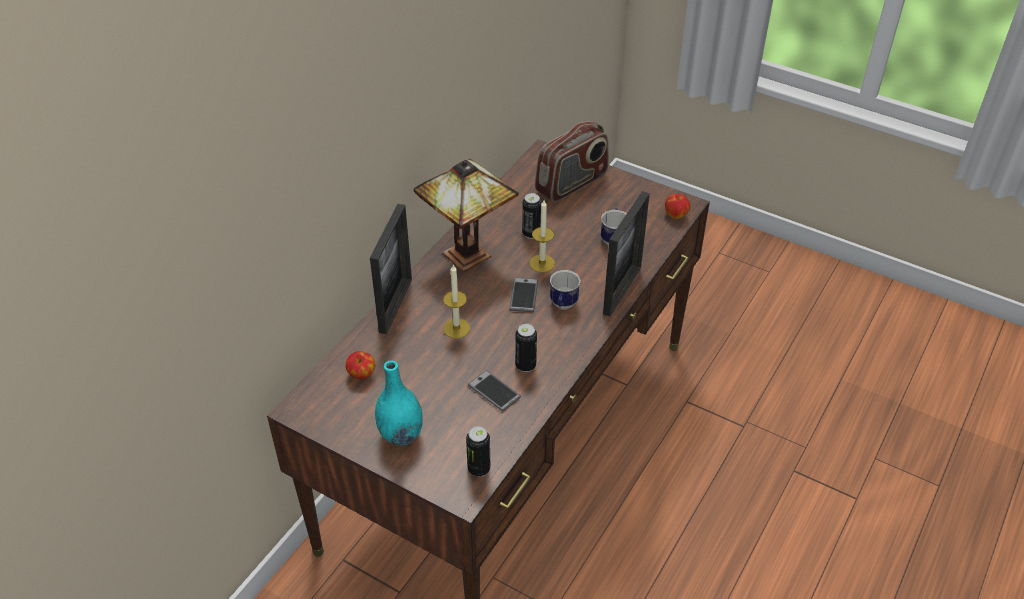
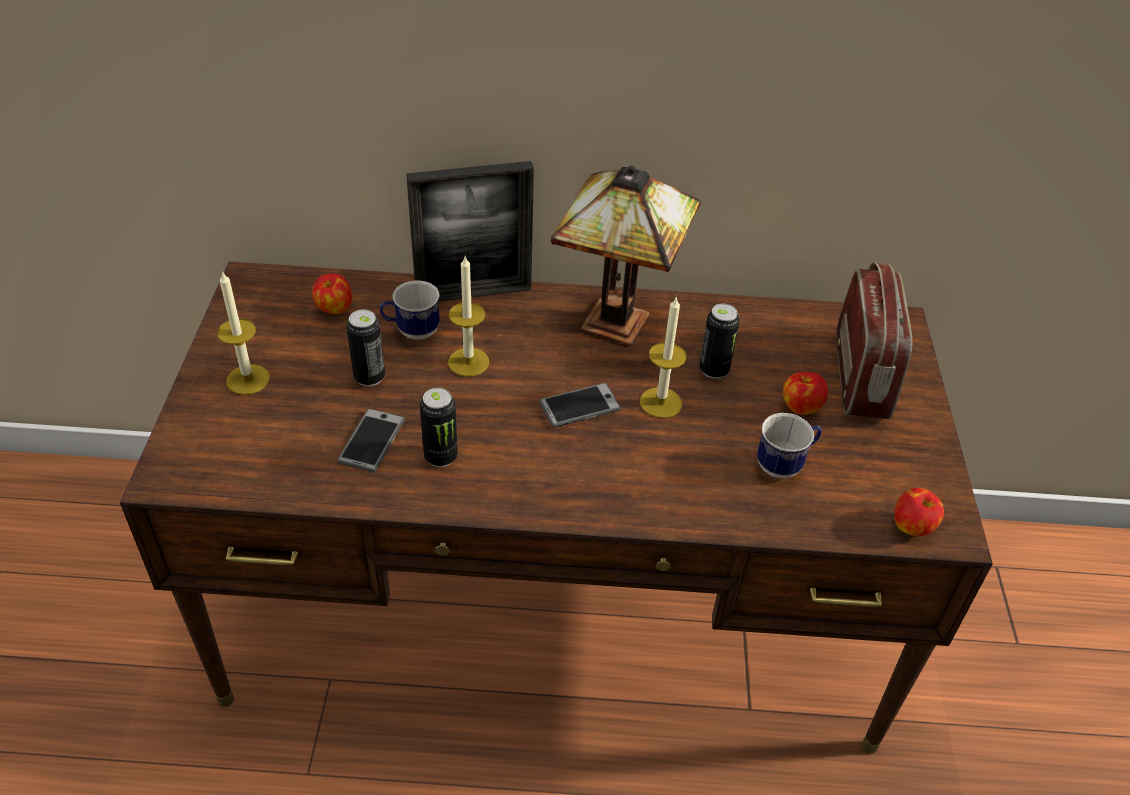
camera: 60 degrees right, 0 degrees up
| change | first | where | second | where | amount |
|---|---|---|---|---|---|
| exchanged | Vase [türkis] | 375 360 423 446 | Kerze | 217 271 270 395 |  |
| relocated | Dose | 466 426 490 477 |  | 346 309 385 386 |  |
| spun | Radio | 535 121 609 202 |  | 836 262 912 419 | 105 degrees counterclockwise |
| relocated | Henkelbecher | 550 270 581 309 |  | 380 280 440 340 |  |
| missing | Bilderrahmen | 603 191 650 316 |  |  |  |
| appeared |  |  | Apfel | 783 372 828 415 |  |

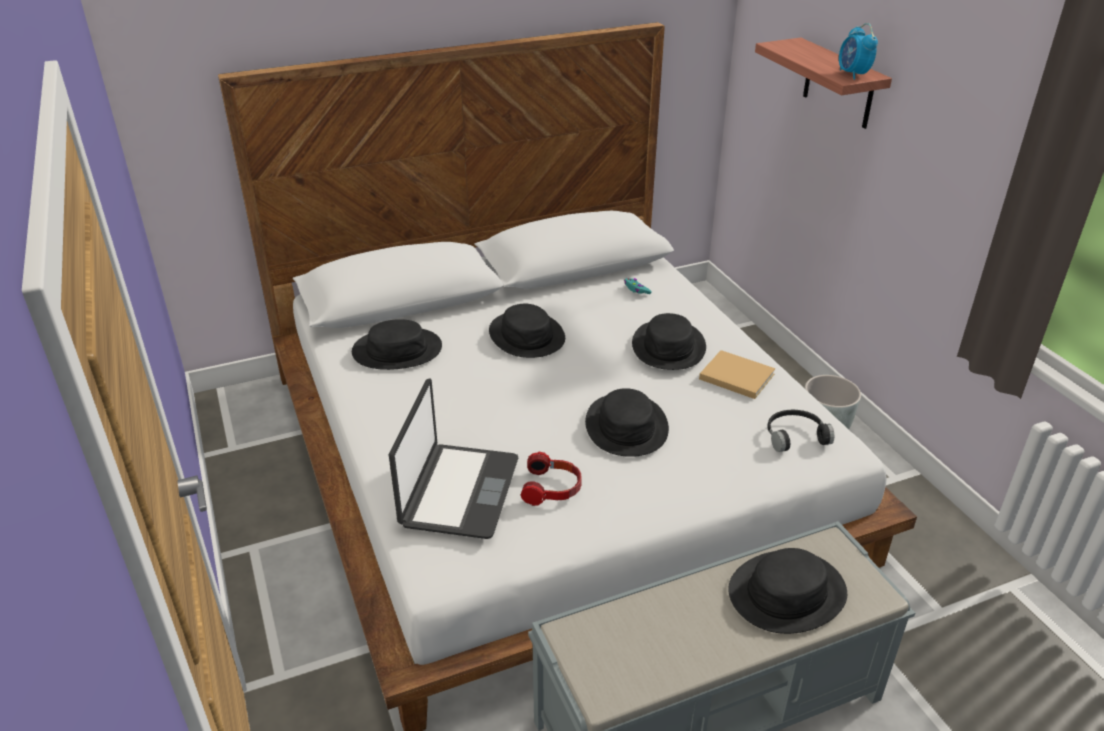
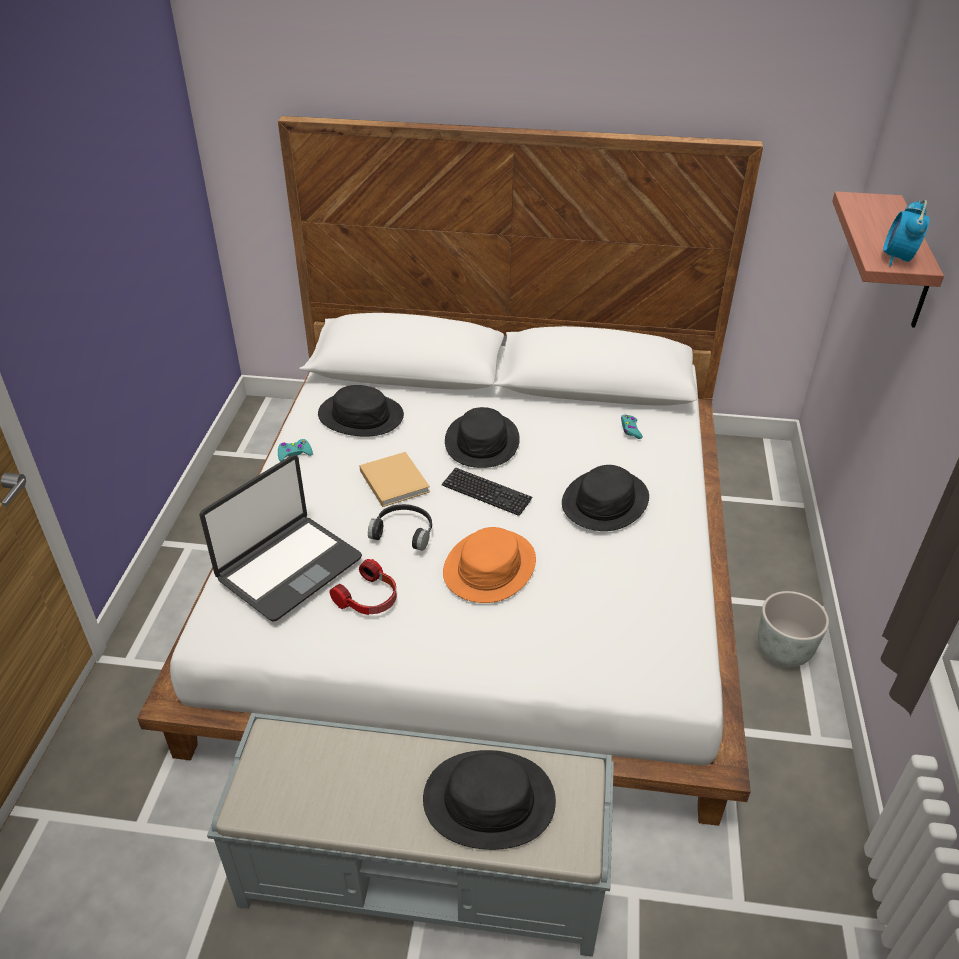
camera: 30 degrees right, 5 degrees up
| change | first | where | second | where | amount |
|---|---|---|---|---|---|
| colour | Hut [schwarz] | 585 388 669 457 | Hut [orange] | 443 527 536 603 |  |
| relocated | Buch [beige] | 699 350 775 399 |  | 359 452 430 507 |  |
| relocated | Kopfhörer [schwarz] | 767 410 834 452 |  | 368 504 432 551 |  |
| appeared |  |  | Gamepad [türkis] | 278 439 313 461 |  |
| appeared |  |  | Tastatur | 442 468 533 516 |  |

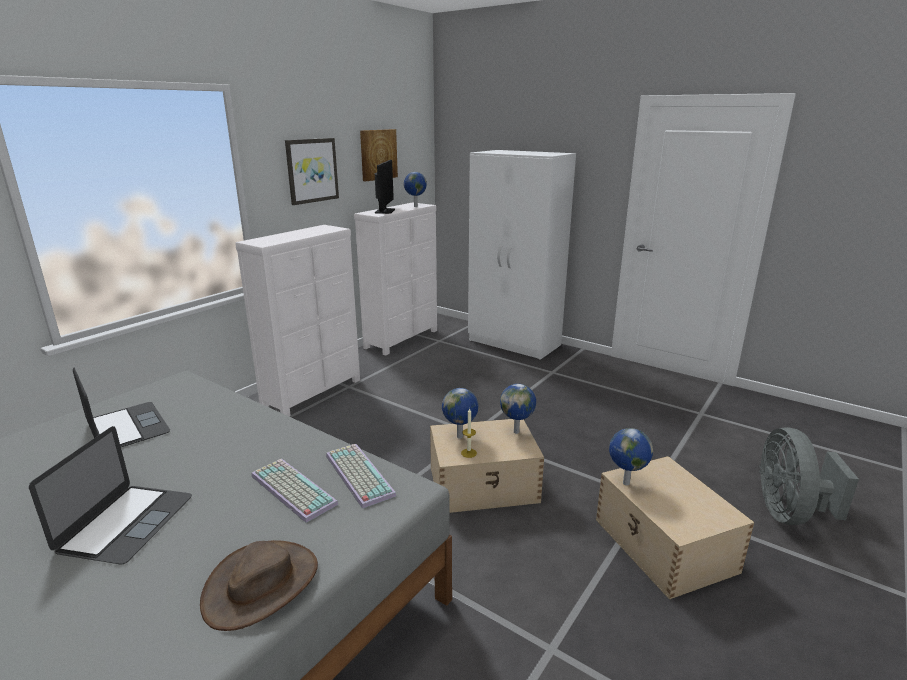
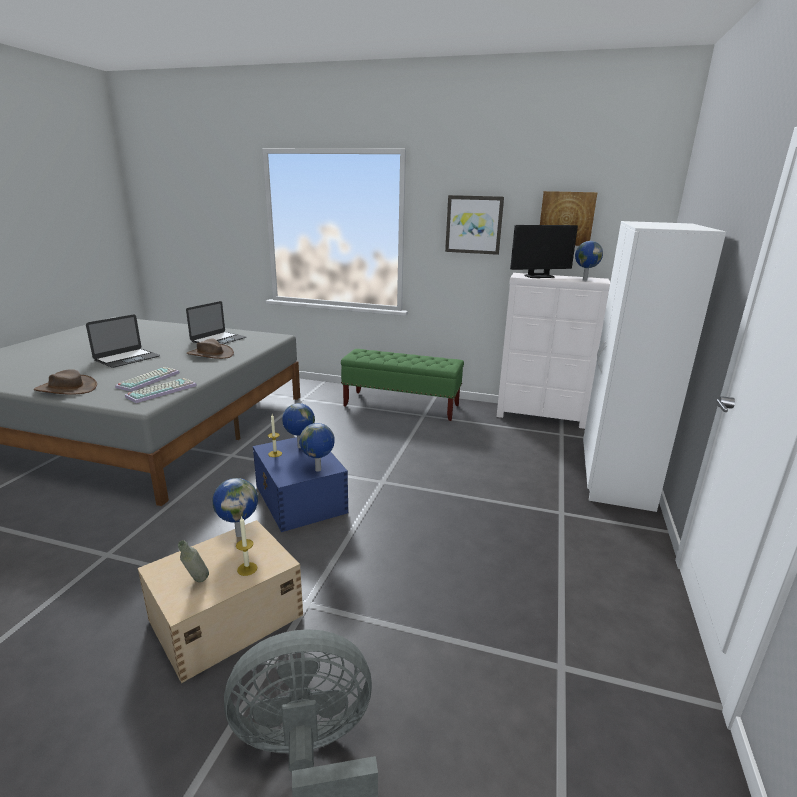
camera: 70 degrees right, 0 degrees up
| change | first | where | second | where | amount |
|---|---|---|---|---|---|
| spun | Laptop | 29 426 192 564 |  | 86 314 160 368 | 45 degrees counterclockwise |
| exchanged | Kommode [weiß] | 235 225 360 416 | Bank [grün] | 341 349 464 421 |  |
| colour | Aufbewahrungsbox [beige] | 430 419 544 513 | Aufbewahrungsbox [blau] | 253 437 348 532 |  |
| appeared |  |  | Flasche [grau] | 178 540 209 582 |  |
| appeared |  |  | Hut [braun] | 187 338 234 359 |  |
| appeared |  |  | Kerze | 236 516 257 576 |  |

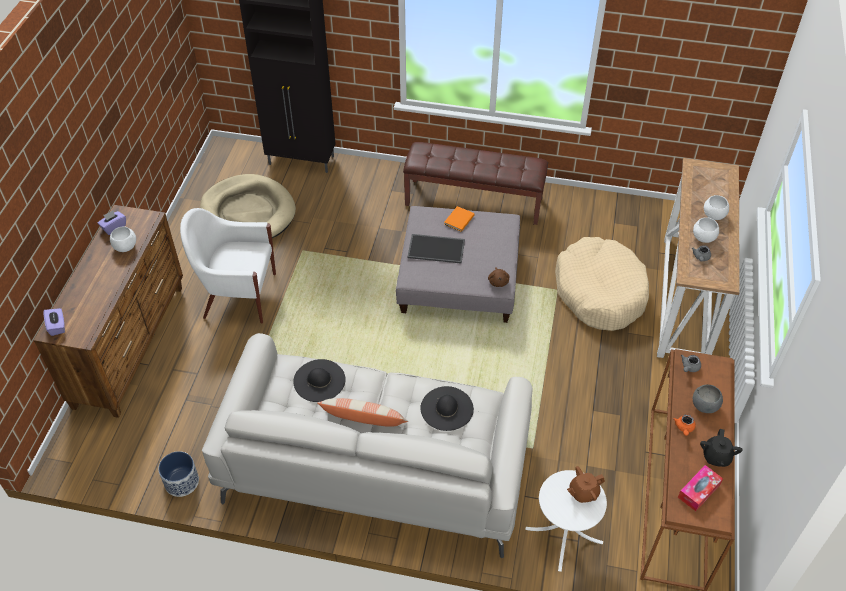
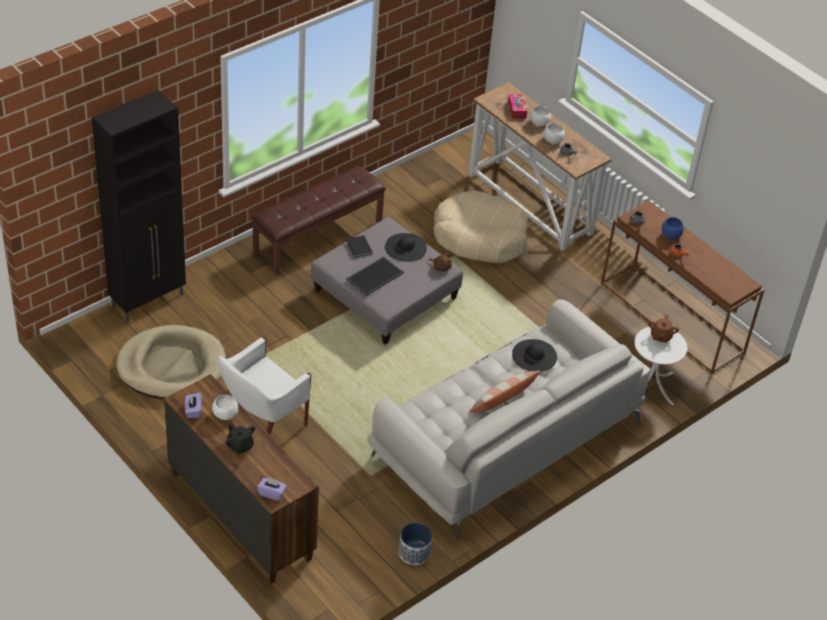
camera: 55 degrees left, 5 degrees down
| change | first | where | second | where | amount |
|---|---|---|---|---|---|
| relocated | Hut [schwarz] | 293 359 346 402 |  | 385 233 427 262 |  |
| colour | Buch [orange] | 444 206 474 232 | Buch [schwarz] | 346 235 373 258 |  |
| relocated | Taschentuchbox | 678 465 723 511 |  | 508 94 527 119 |  |
| colour | Schüssel [grau] | 693 385 723 413 | Schüssel [blau] | 662 217 684 239 |  |
| relocated | Teekanne [schwarz] | 700 429 743 467 |  | 225 422 255 454 |  |

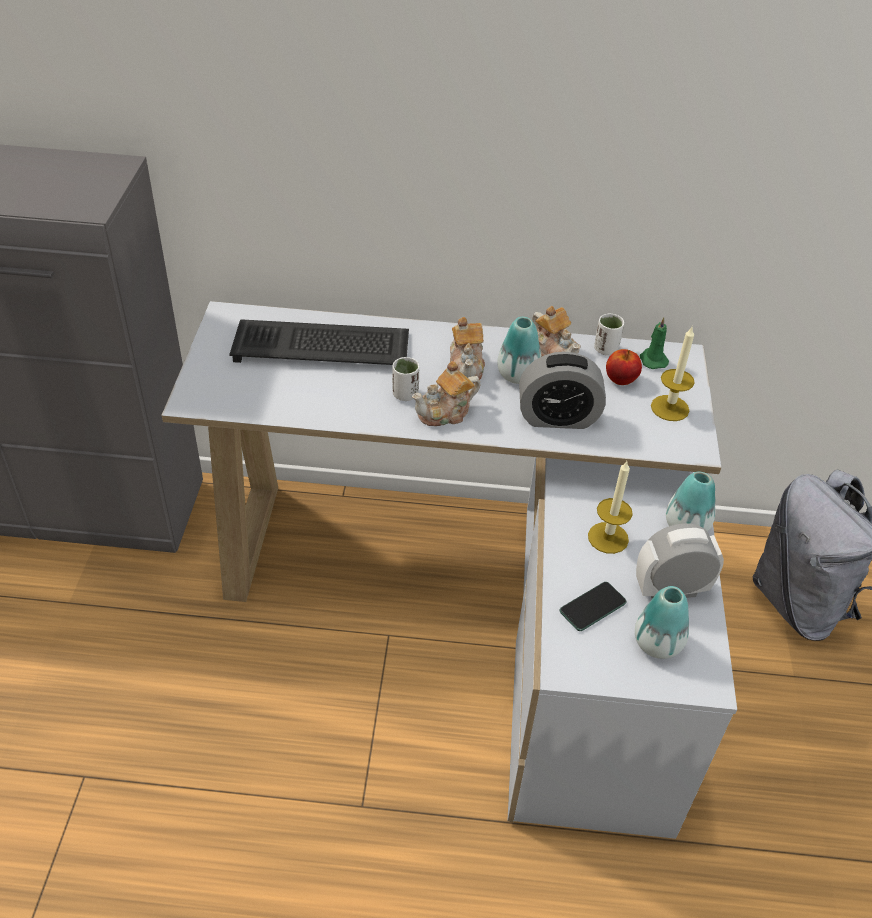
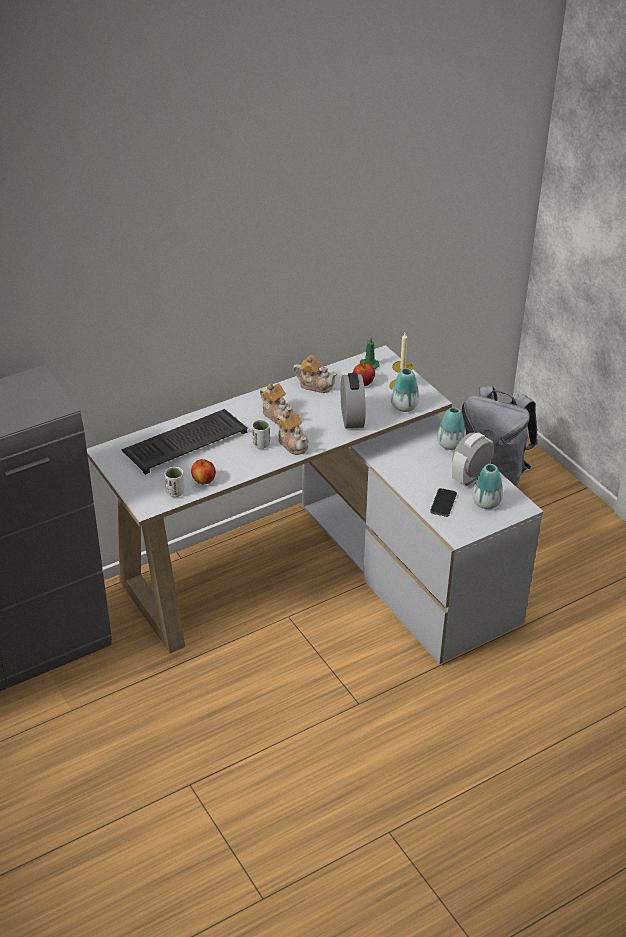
camera: 35 degrees left, 5 degrees down
| change | first | where | second | where | amount |
|---|---|---|---|---|---|
| spun | Teekanne | 412 361 481 426 |  | 277 411 309 455 | 60 degrees counterclockwise |
| relocated | Vase | 497 317 541 384 |  | 391 368 420 412 |  |
| spun | Wecker | 519 352 606 429 |  | 341 373 366 429 | 60 degrees counterclockwise |
| missing | Kerze | 588 461 633 554 |  |  |  |
| relocated | Tasse [weiß] | 594 314 624 355 |  | 165 467 184 497 |  |
| appeared |  |  | Apfel | 191 459 216 484 |  |

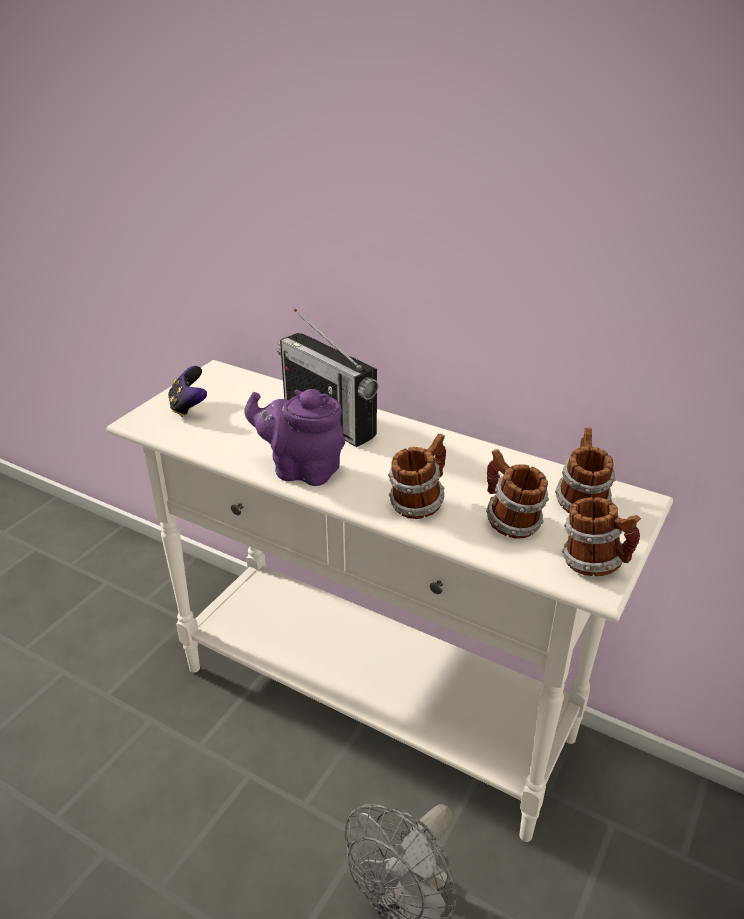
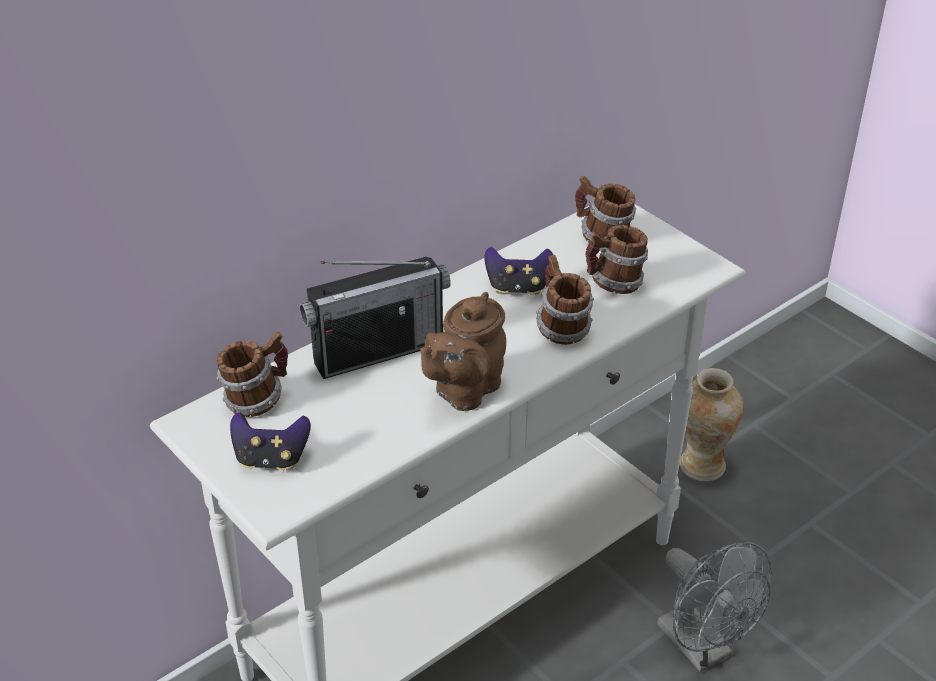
camera: 70 degrees left, 5 degrees up
| change | first | where | second | where | amount |
|---|---|---|---|---|---|
| colour | Teekanne [lila] | 244 389 345 486 | Teekanne [braun] | 420 292 506 411 |  |
| relocated | Henkelbecher | 562 497 641 576 |  | 217 332 288 417 |  |
| appeared |  |  | Gamepad | 484 247 553 295 |  |
| appeared |  |  | Vase | 680 368 743 481 |  |

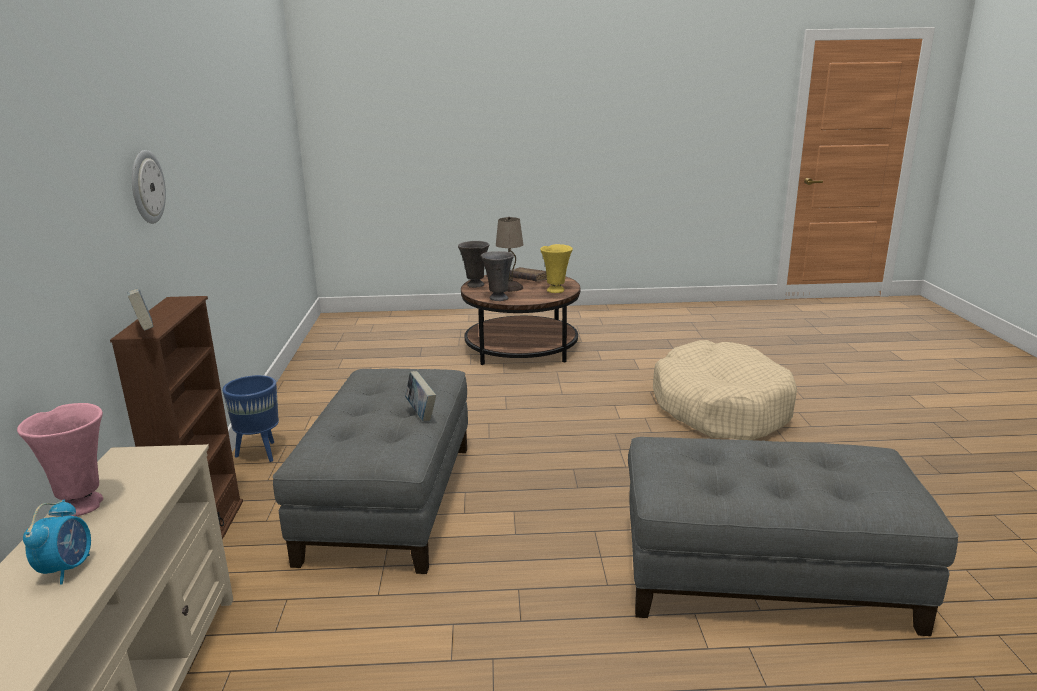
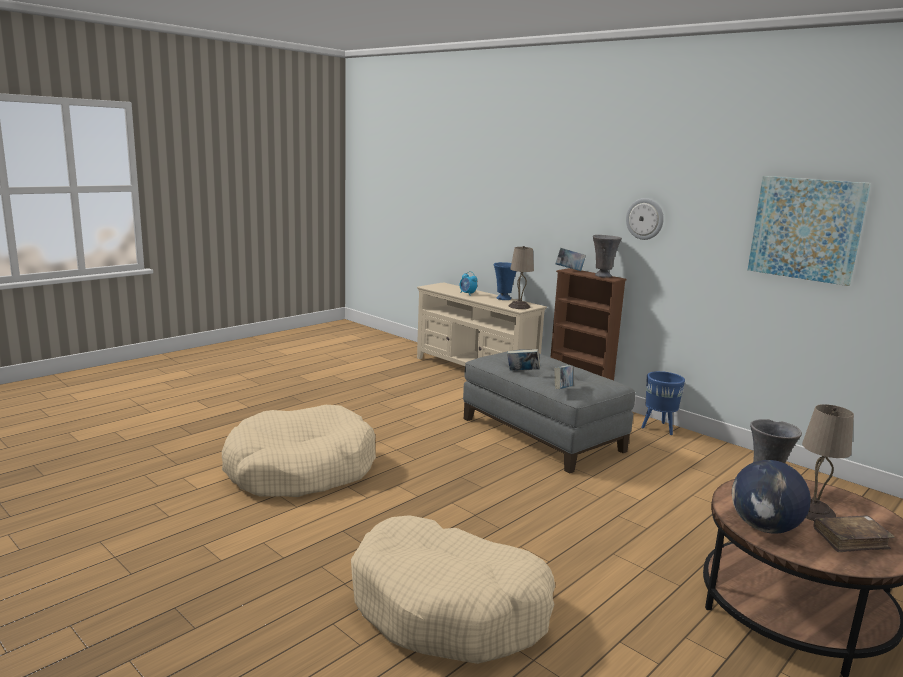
camera: 135 degrees right, 5 degrees down
| change | first | where | second | where | amount |
|---|---|---|---|---|---|
| colour | Vase [rosa] | 17 403 103 517 | Vase [blau] | 494 262 517 300 |  |
| relocated | Vase [grau] | 458 241 489 288 |  | 593 235 622 278 |  |
| exchanged | Vase [gelb] | 540 244 573 293 | Globus | 732 460 811 534 |  |
| exchanged | Polsterhocker [grau] | 628 437 958 636 | Hundebett [beige] | 222 405 376 497 |  |
| appeared |  |  | Tischlampe [beige] | 509 246 534 309 |  |
| appeared |  |  | Buch | 554 365 573 389 |  |
| appeared |  |  | Bild | 748 176 871 286 |  |

